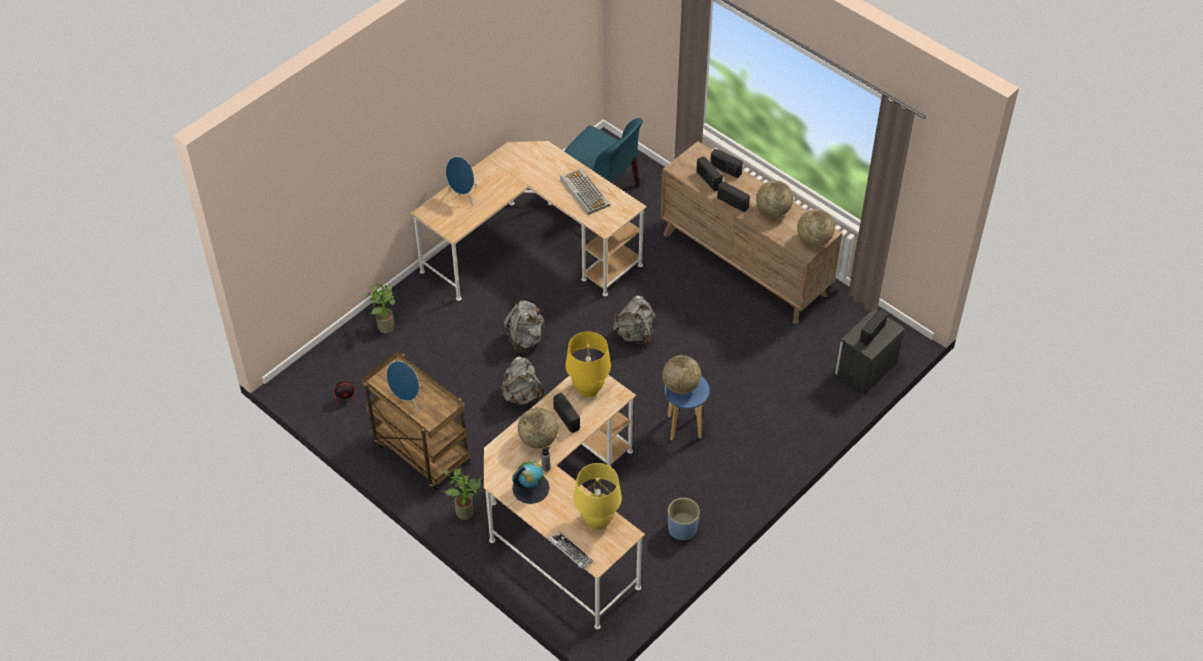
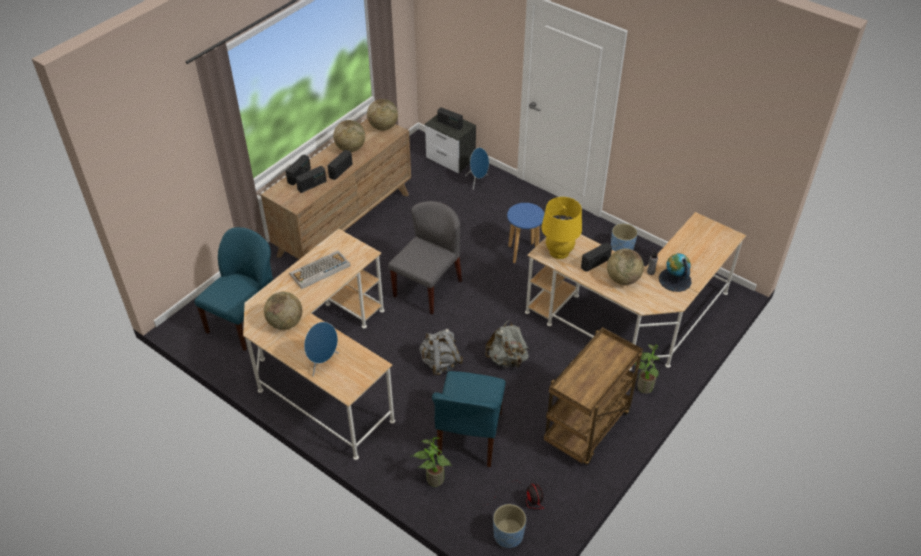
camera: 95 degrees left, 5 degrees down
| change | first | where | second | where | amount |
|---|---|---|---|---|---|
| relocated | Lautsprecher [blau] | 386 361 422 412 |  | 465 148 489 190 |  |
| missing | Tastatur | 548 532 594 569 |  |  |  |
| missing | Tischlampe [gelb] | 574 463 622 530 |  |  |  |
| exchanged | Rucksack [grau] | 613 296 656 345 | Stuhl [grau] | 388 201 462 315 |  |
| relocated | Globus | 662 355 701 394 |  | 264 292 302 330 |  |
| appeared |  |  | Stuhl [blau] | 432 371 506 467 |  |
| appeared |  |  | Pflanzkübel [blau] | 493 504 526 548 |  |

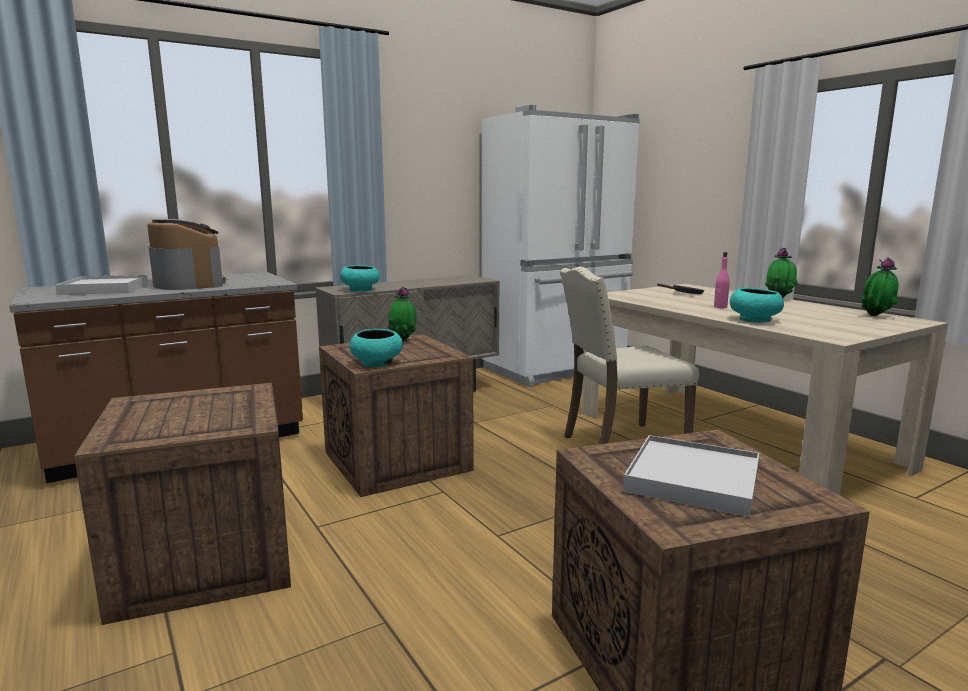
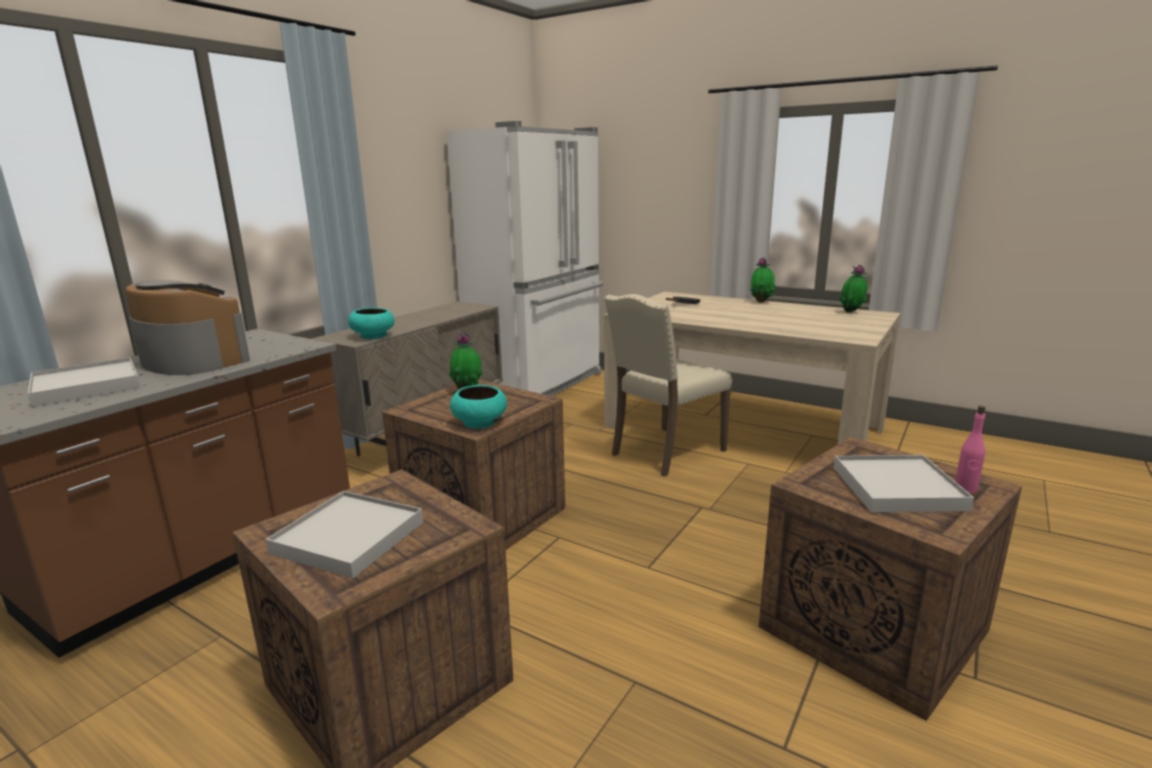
camera: 25 degrees left, 5 degrees up
| change | first | where | second | where | amount |
|---|---|---|---|---|---|
| relocated | Flasche [rosa] | 714 252 730 308 |  | 955 406 985 493 |  |
| missing | Schüssel [türkis] | 730 288 784 323 |  |  |  |
| appeared |  |  | Tablett [weiß] | 265 491 423 579 |  |

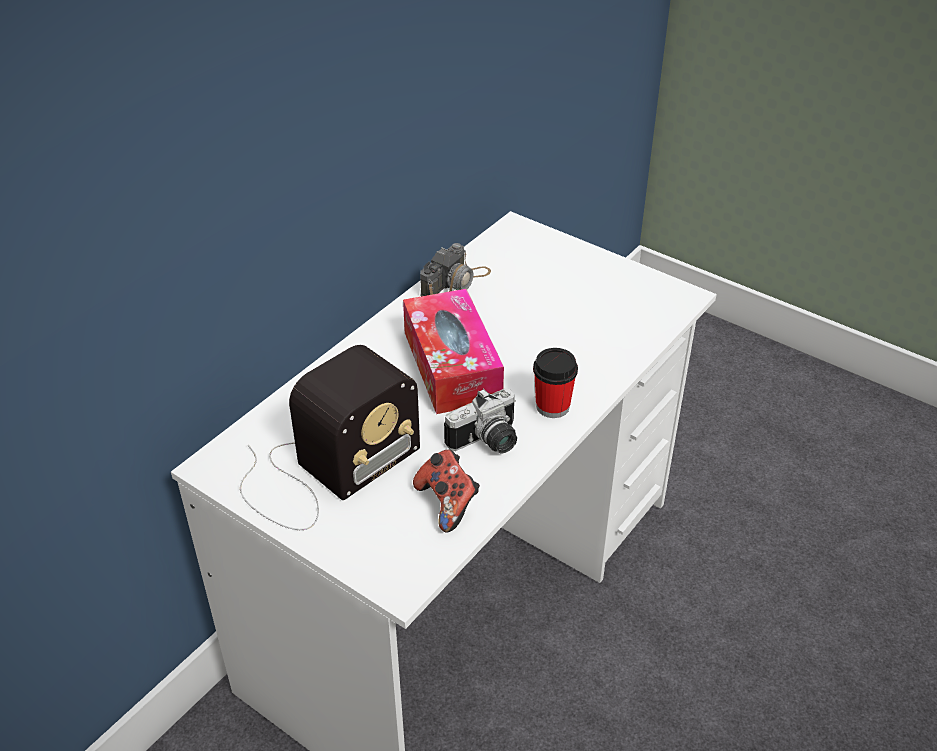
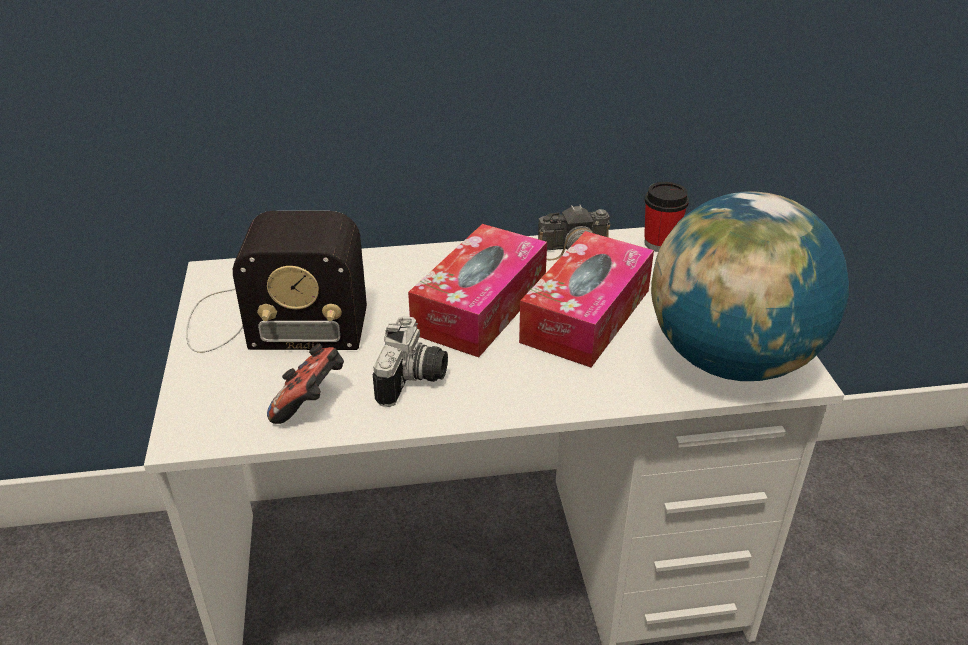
camera: 45 degrees right, 5 degrees down
| change | first | where | second | where | amount |
|---|---|---|---|---|---|
| spun | Kamera | 444 388 517 453 |  | 373 316 448 407 | 90 degrees counterclockwise |
| relocated | Tasse | 533 348 578 418 |  | 644 182 689 252 |  |
| appeared |  |  | Taschentuchbox | 519 231 654 367 |  |
| appeared |  |  | Globus | 651 192 849 381 |  |

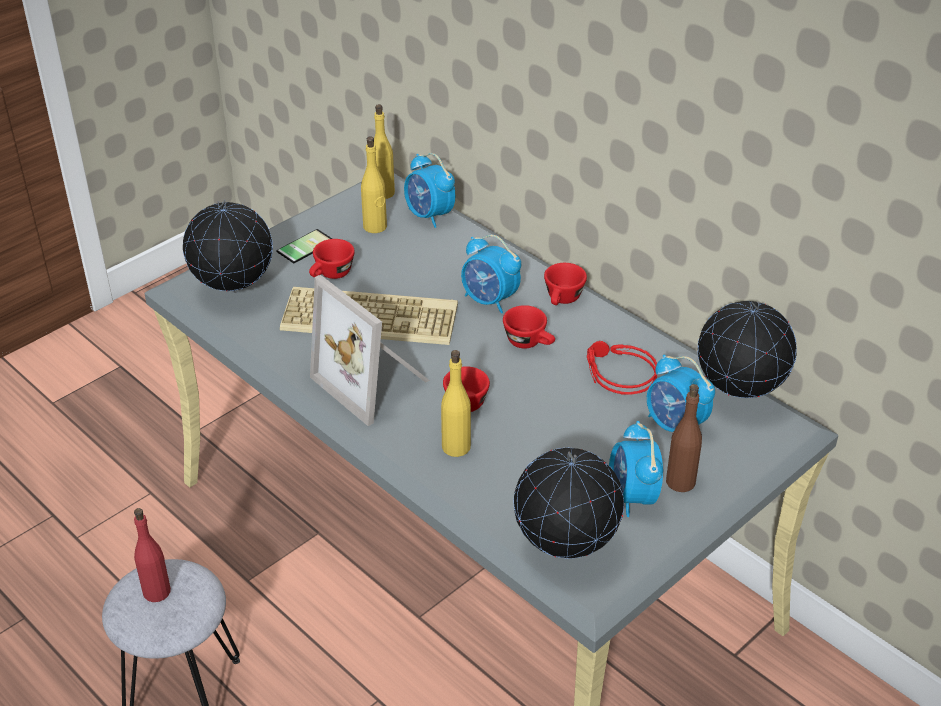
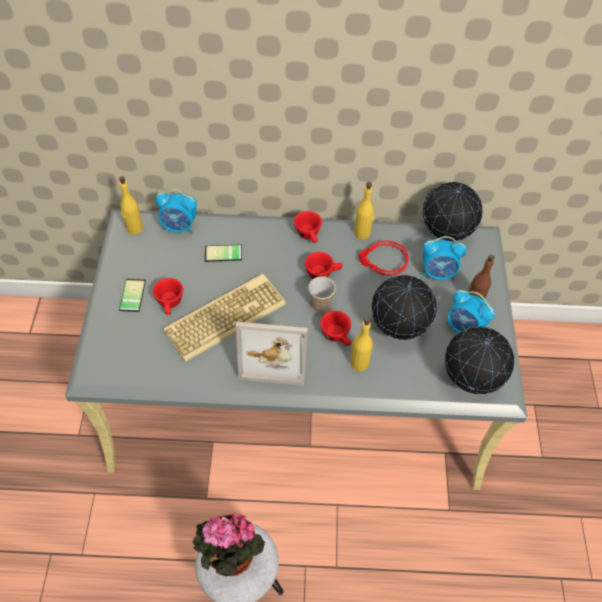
camera: 45 degrees left, 15 degrees up
| change | first | where | second | where | amount |
|---|---|---|---|---|---|
| exchanged | Flasche [rot] | 134 508 171 602 | Topfpflanze | 193 513 265 576 |  |
| relocated | Globus | 183 200 273 293 |  | 371 275 437 340 |  |
| relocated | Flasche [gelb] | 361 136 387 233 |  | 354 182 374 239 |  |
| missing | Wecker | 461 235 521 313 |  |  |  |
| appeared |  |  | Handy | 205 244 242 262 |  |
| appeared |  |  | Tasse | 308 277 336 312 |  |

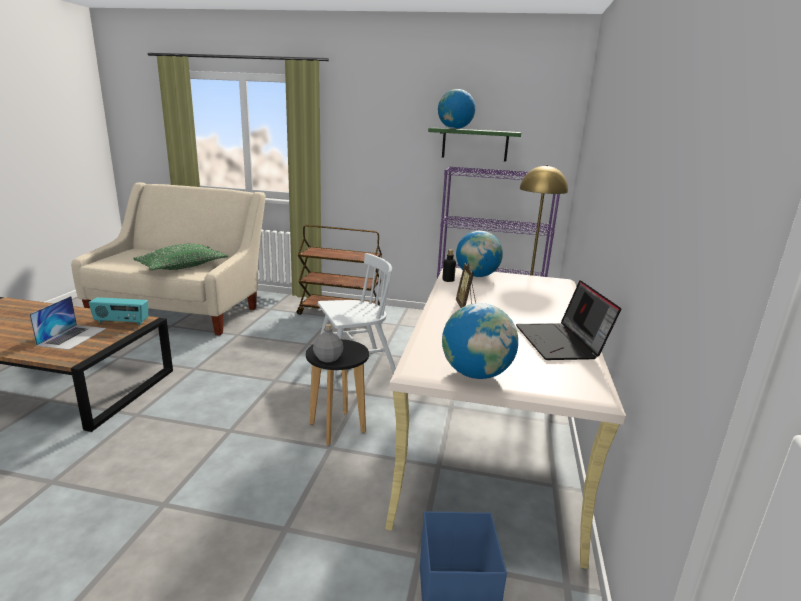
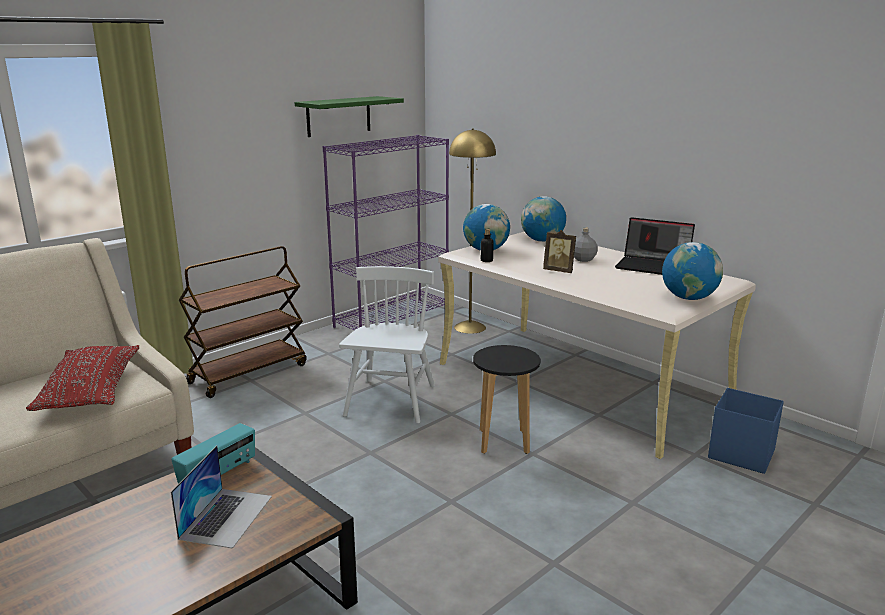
camera: 55 degrees left, 0 degrees up
| change | first | where | second | where | amount |
|---|---|---|---|---|---|
| spun | Laptop | 29 296 107 350 |  | 171 445 272 549 | 60 degrees clockwise |
| colour | Kissen [grün] | 133 244 228 270 | Kissen [rot] | 26 345 139 411 |  |
| relocated | Flasche [grau] | 313 324 343 363 |  | 574 227 598 262 |  |
| relocated | Globus | 438 89 475 129 |  | 521 196 566 242 |  |

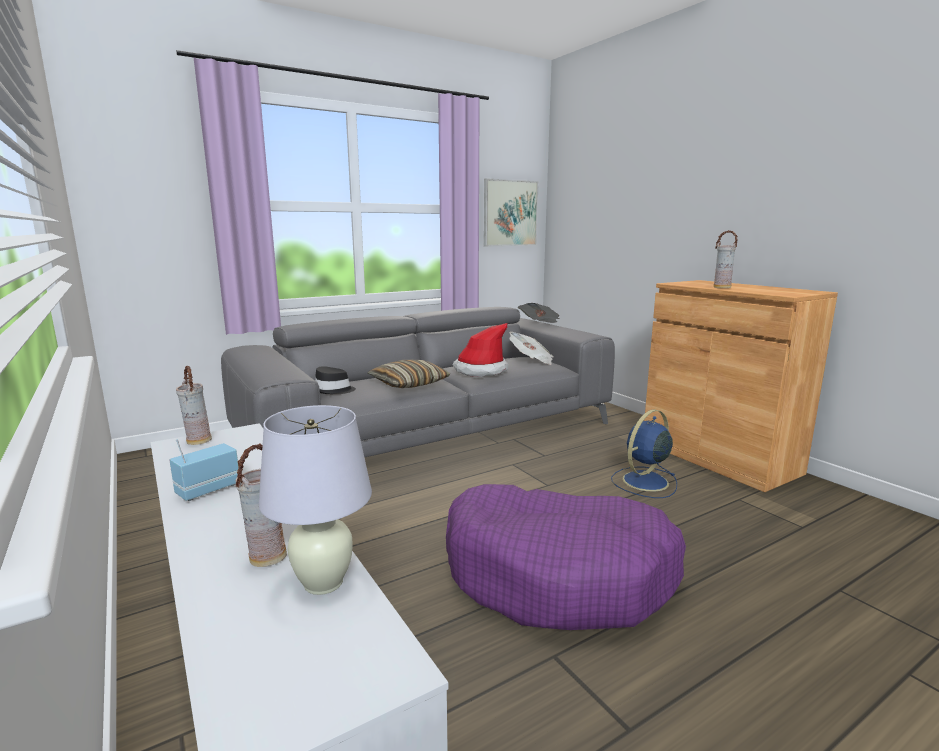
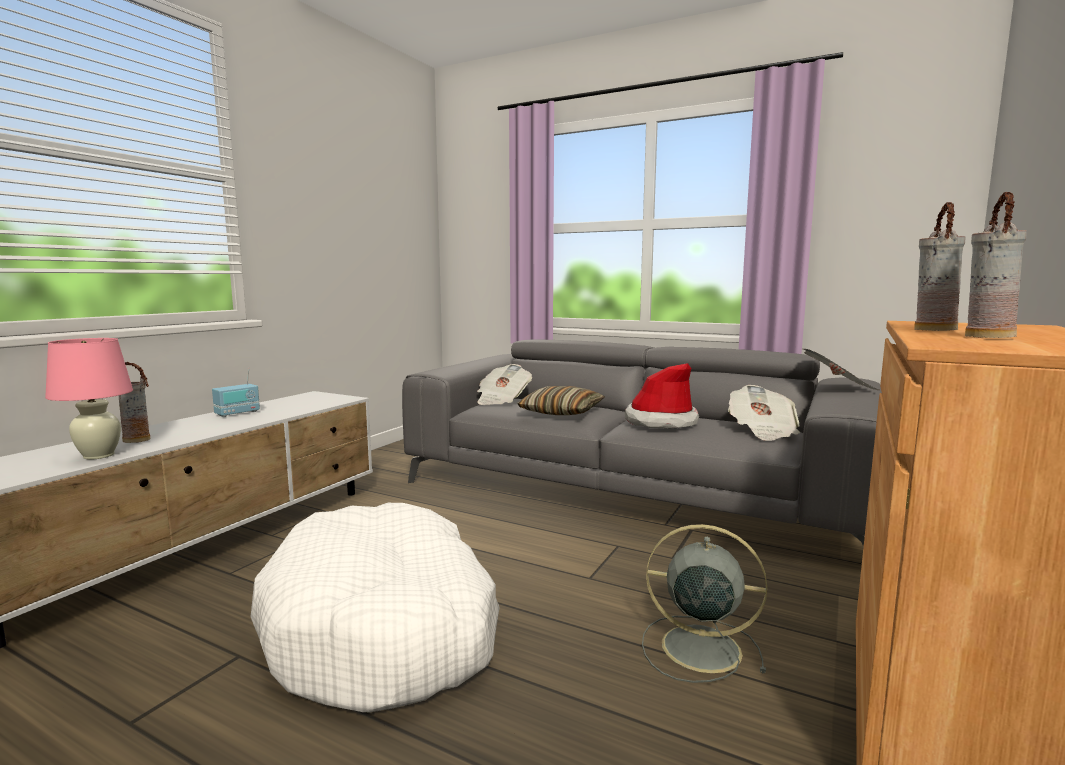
camera: 60 degrees right, 5 degrees down
| change | first | where | second | where | amount |
|---|---|---|---|---|---|
| spun | Radio | 169 439 239 501 |  | 212 367 260 417 | 120 degrees clockwise |
| relocated | Vase | 176 366 212 445 |  | 965 192 1027 338 |  |
| colour | Tischlampe [weiß] | 259 405 372 595 | Tischlampe [rosa] | 45 338 133 460 |  |
| exchanged | Hut [schwarz] | 315 366 356 394 | Zeitung | 477 364 532 405 |  |
| colour | Hundebett [lila] | 446 484 686 630 | Hundebett [weiß] | 251 503 500 712 |  |
| missing | Bild | 484 178 539 247 |  |  |  |
| colour | Ventilator [blau] | 611 410 677 498 | Ventilator [grau] | 642 524 767 683 |  |

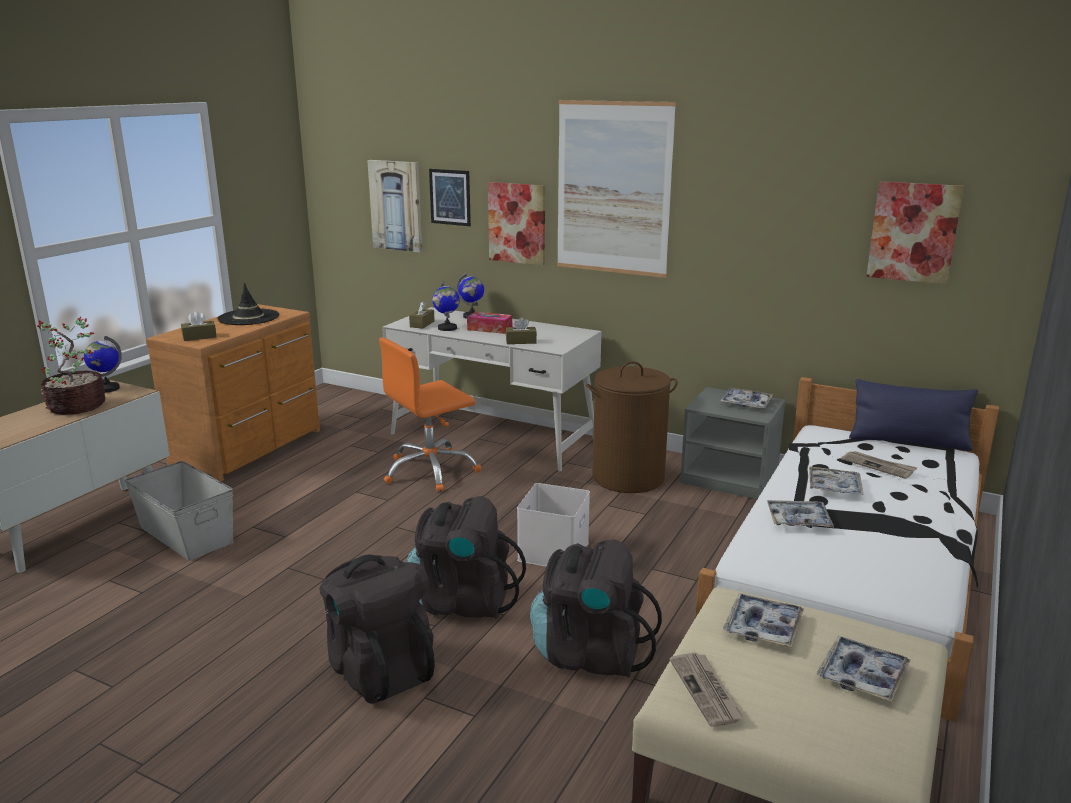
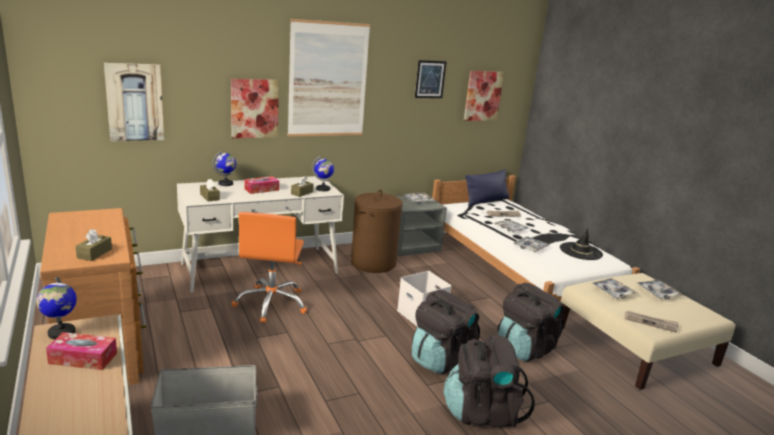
camera: 55 degrees left, 0 degrees up
| change | first | where | second | where | amount |
|---|---|---|---|---|---|
| exchanged | Topfpflanze | 37 316 105 415 | Taschentuchbox | 46 332 117 370 |  |
| relocated | Hut [schwarz] | 217 283 279 325 |  | 560 228 603 260 |  |
| relocated | Bild | 429 169 471 226 |  | 415 60 447 98 |  |
| relocated | Globus | 432 282 460 331 |  | 312 156 334 191 |  |

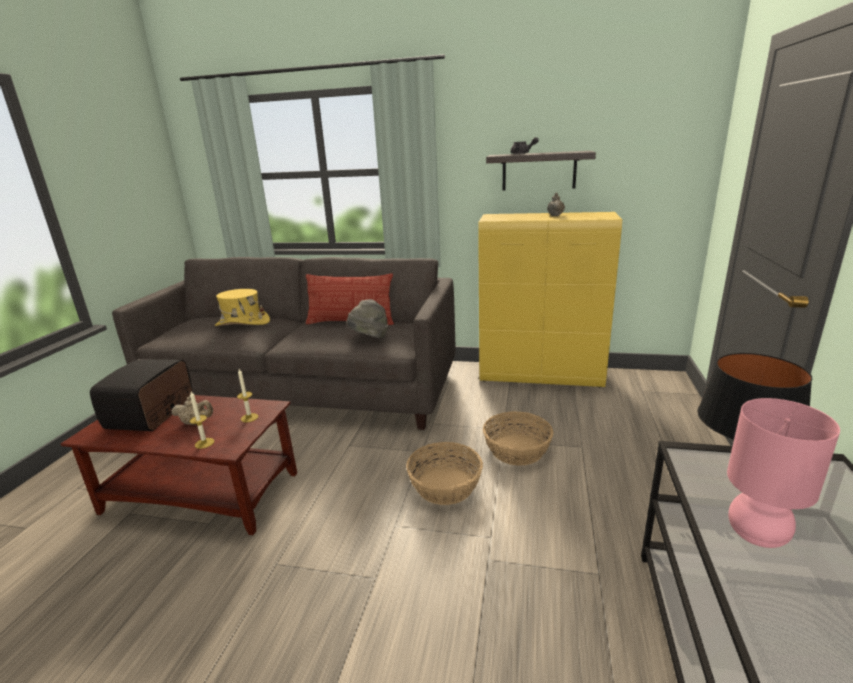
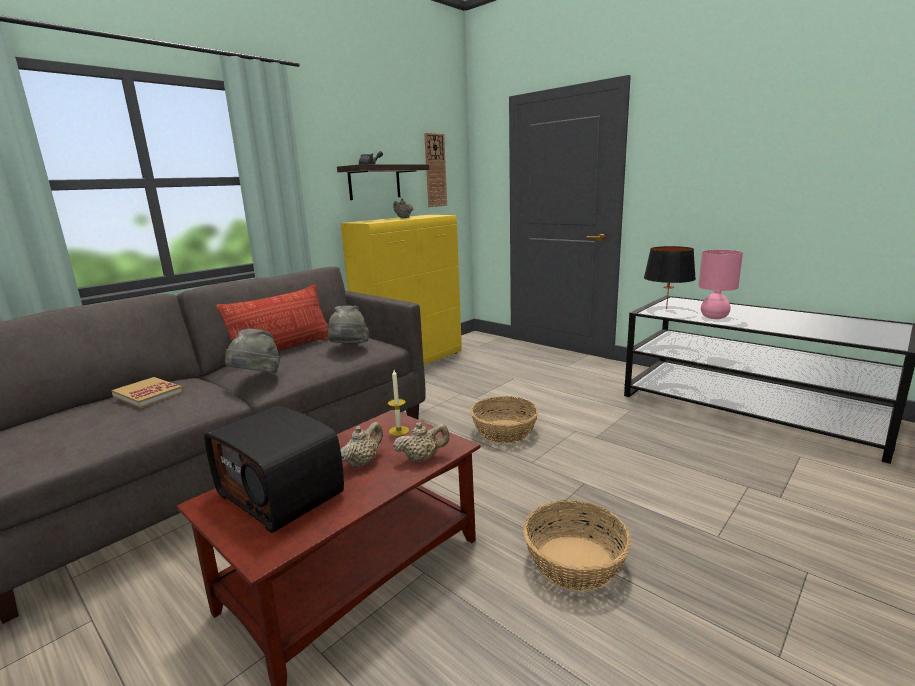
camera: 60 degrees left, 5 degrees down
| change | first | where | second | where | amount |
|---|---|---|---|---|---|
| exchanged | Kerze | 190 391 214 449 | Teekanne [beige] | 393 422 449 462 |  |
| exchanged | Hut [gelb] | 215 289 270 326 | Buch | 111 377 184 408 |  |
| relocated | Korb | 483 411 553 466 |  | 523 500 631 591 |  |
| appeared |  |  | Hut [grau] | 225 328 280 373 |  |
| appeared |  |  | Wanduhr | 424 133 447 207 |  |

